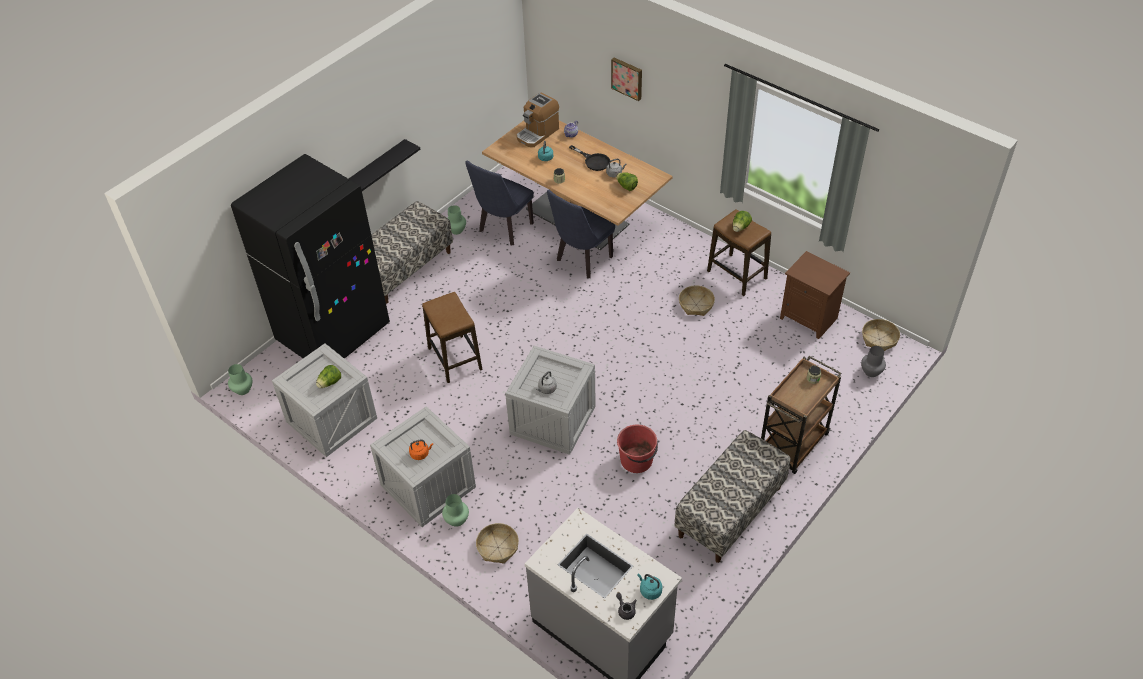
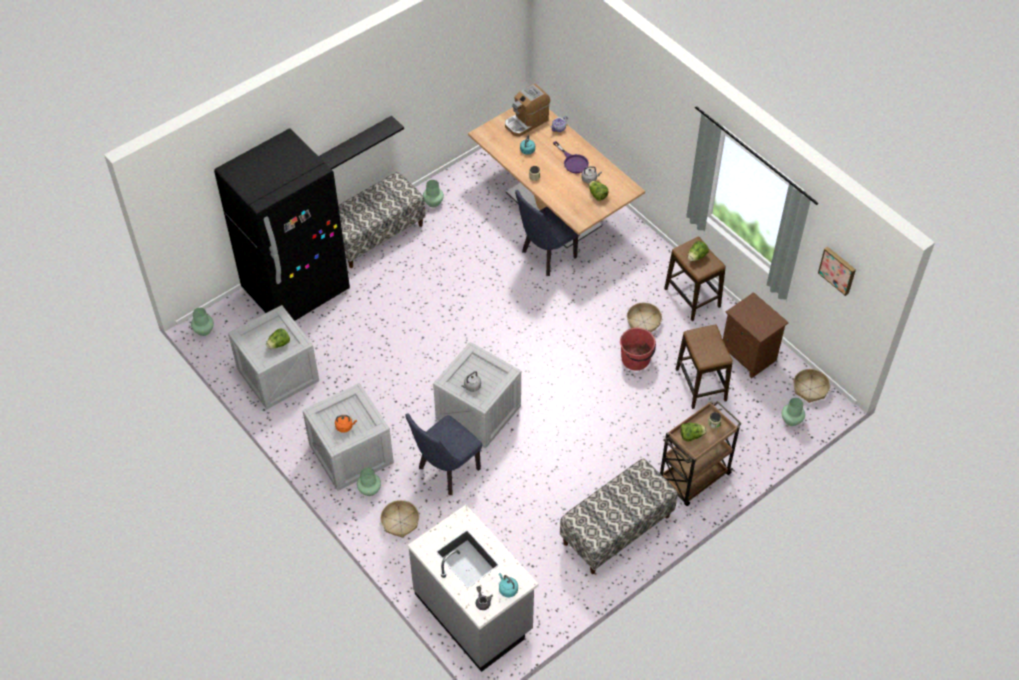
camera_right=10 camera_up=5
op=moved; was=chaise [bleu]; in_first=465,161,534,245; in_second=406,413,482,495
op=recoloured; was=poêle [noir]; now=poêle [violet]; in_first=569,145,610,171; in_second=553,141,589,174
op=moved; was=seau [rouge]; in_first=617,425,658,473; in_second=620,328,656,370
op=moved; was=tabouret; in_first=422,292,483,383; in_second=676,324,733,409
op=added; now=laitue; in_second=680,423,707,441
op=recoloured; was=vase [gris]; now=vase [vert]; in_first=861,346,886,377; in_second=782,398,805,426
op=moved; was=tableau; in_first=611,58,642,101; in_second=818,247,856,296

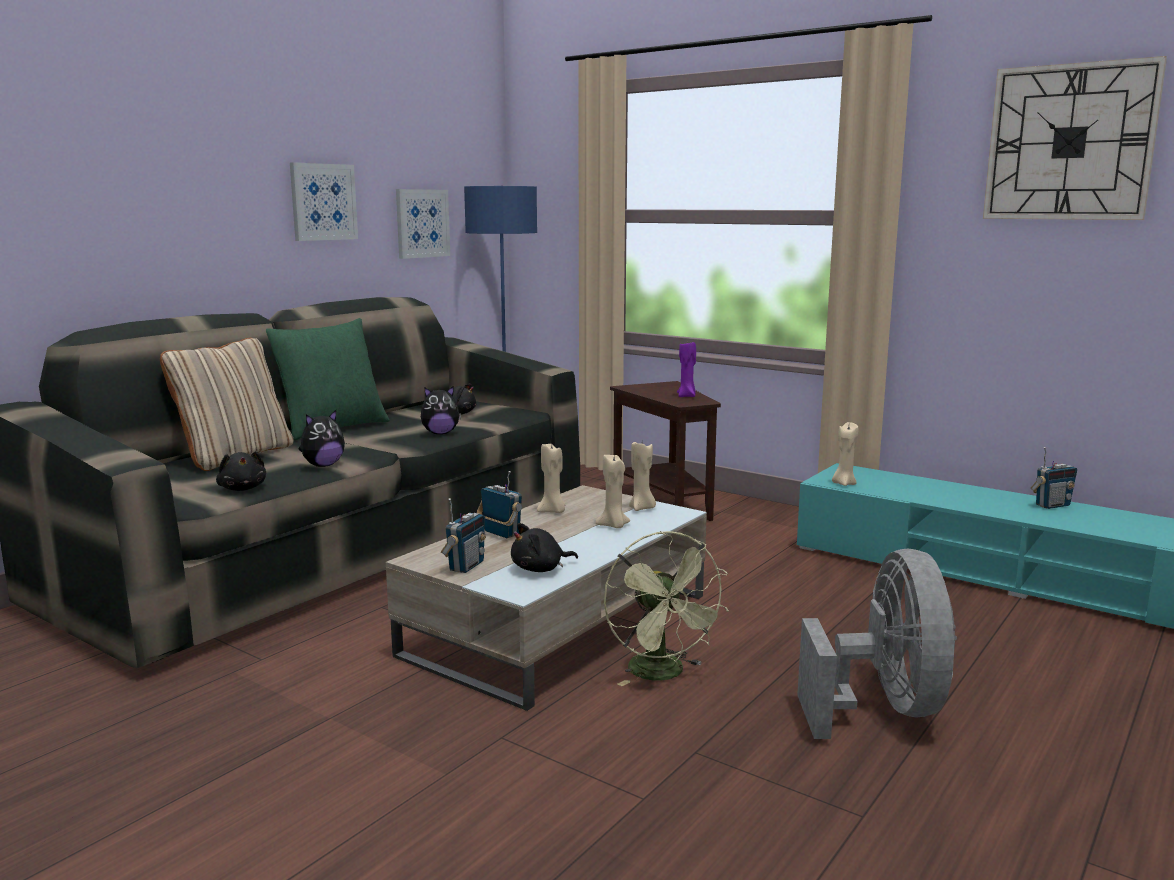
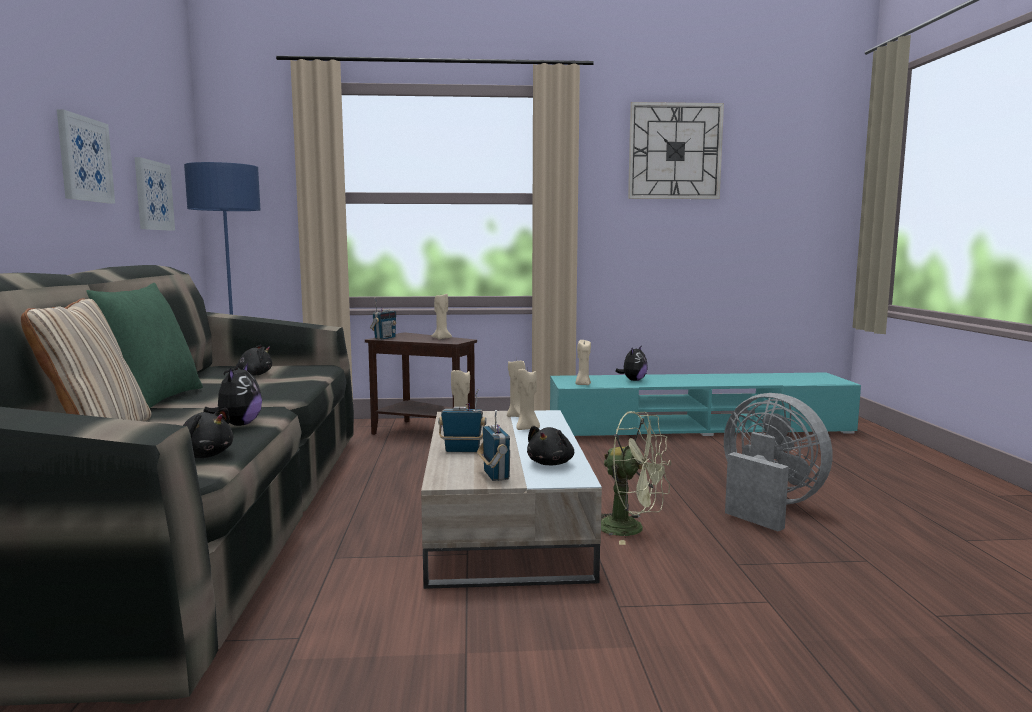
camera_right=-40 camera_up=-5
op=moved; was=radio; in_first=1031,447,1077,509; in_second=370,299,396,340
op=recoloured; was=bougie [violet]; now=bougie [beige]; in_first=677,342,696,397; in_second=431,294,452,339
op=moved; was=peluche; in_first=421,386,461,434; in_second=616,345,648,381

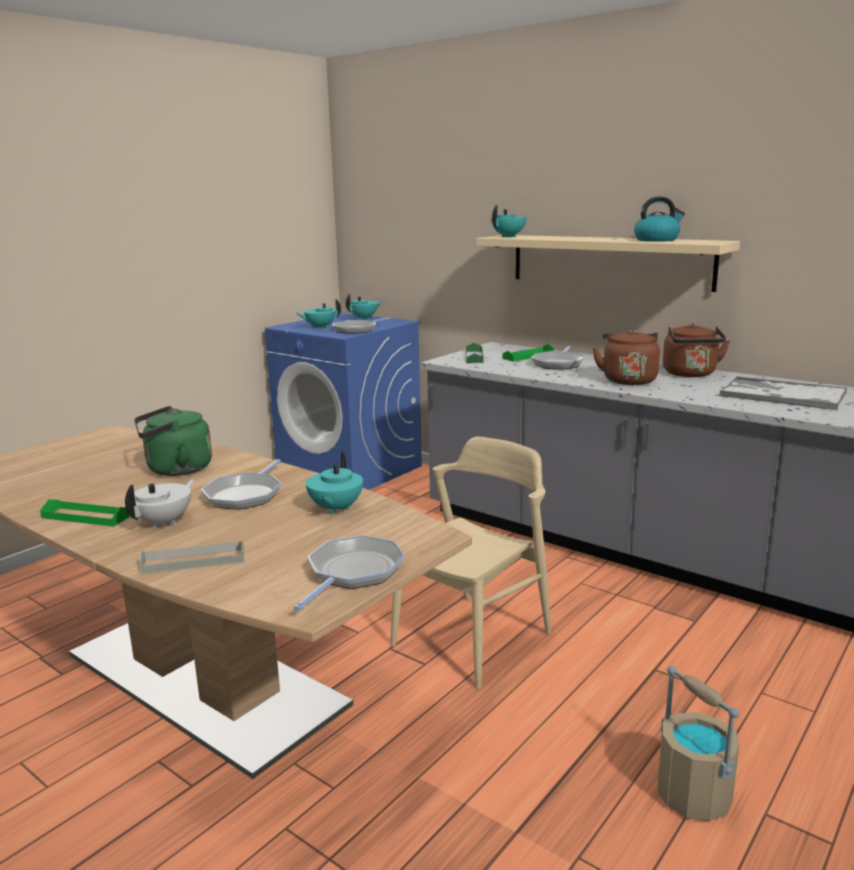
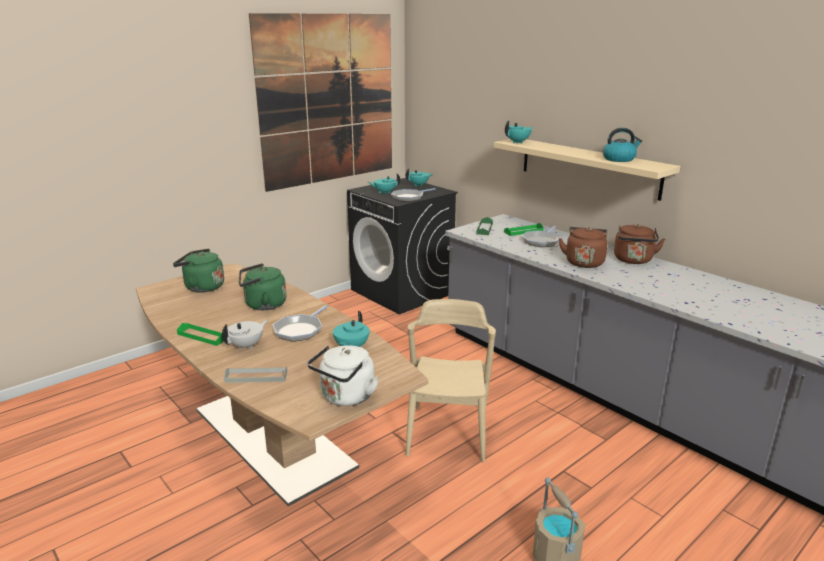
camera_right=10 camera_up=5
op=added; now=bouilloire [vert]; in_second=173,249,224,293
op=added; now=tableau; in_second=249,13,392,192
op=replaced; was=poêle; now=bouilloire [blanc]; in_first=294,535,405,611; in_second=307,345,379,406
op=recoloured; was=lave-linge [bleu]; now=lave-linge [noir]; in_first=265,313,422,490; in_second=347,178,458,314
op=turned; was=chaise [beige]; in_first=390,436,551,689; in_second=406,299,496,462; clockwise=-45
op=removed; was=plateau; in_first=720,376,847,410

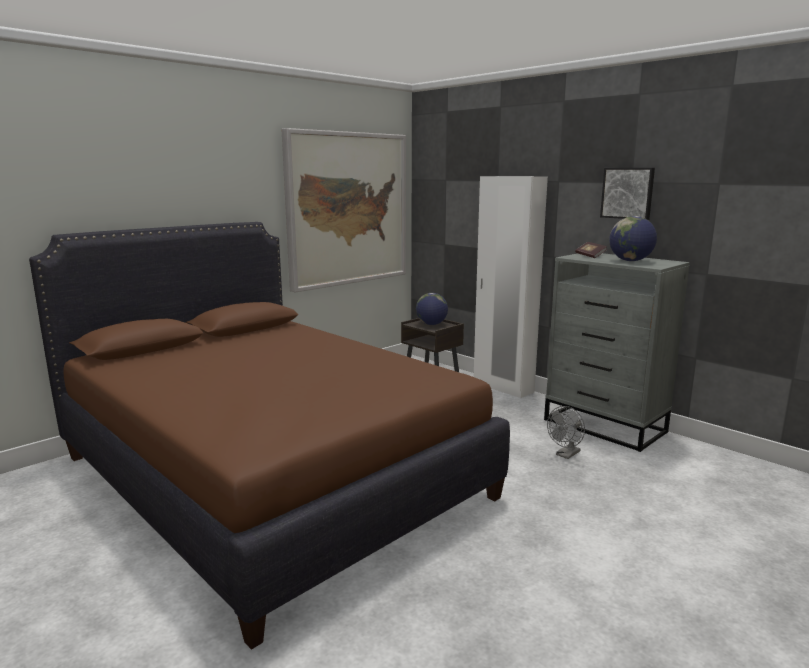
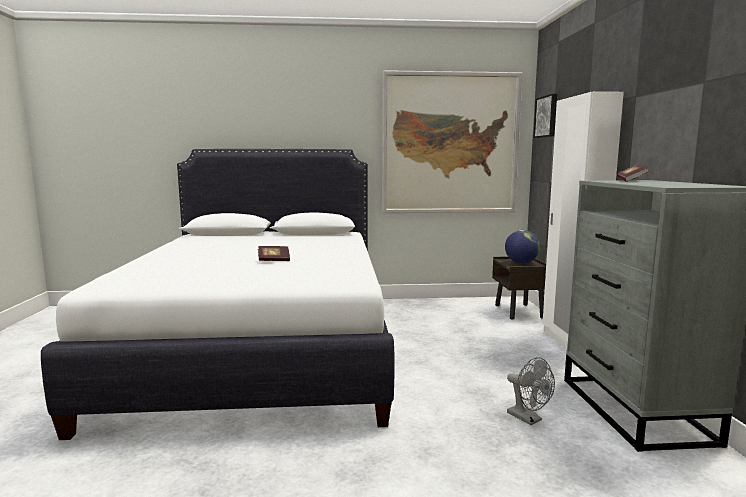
camera_right=40 camera_up=-5
op=recoloured; was=lit [marron]; now=lit [blanc]; in_first=29,222,510,650; in_second=41,149,395,440
op=added; now=livre; in_second=258,246,290,261
op=turned; was=ventilateur [gris]; in_first=547,406,585,459; in_second=507,357,555,425; clockwise=-120
op=moved; was=tableau; in_first=600,168,655,220; in_second=534,94,557,138
op=removed; was=globe; in_first=609,216,657,261

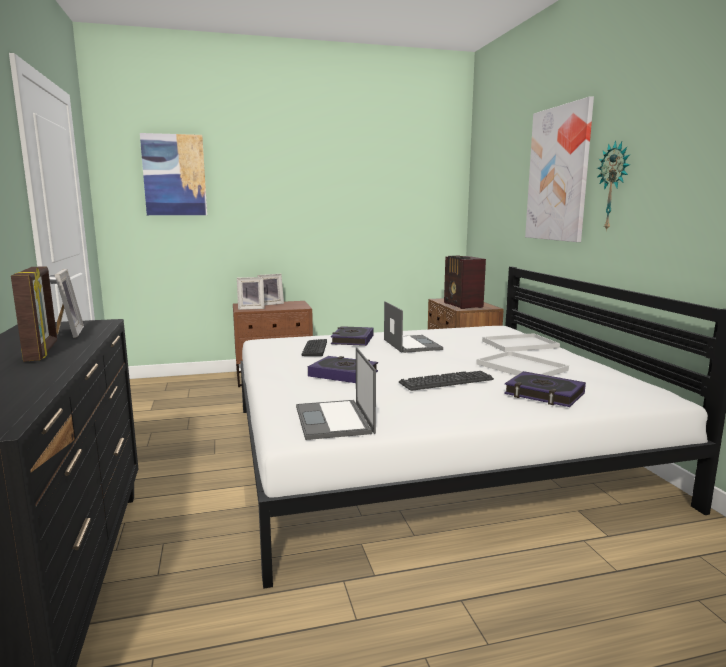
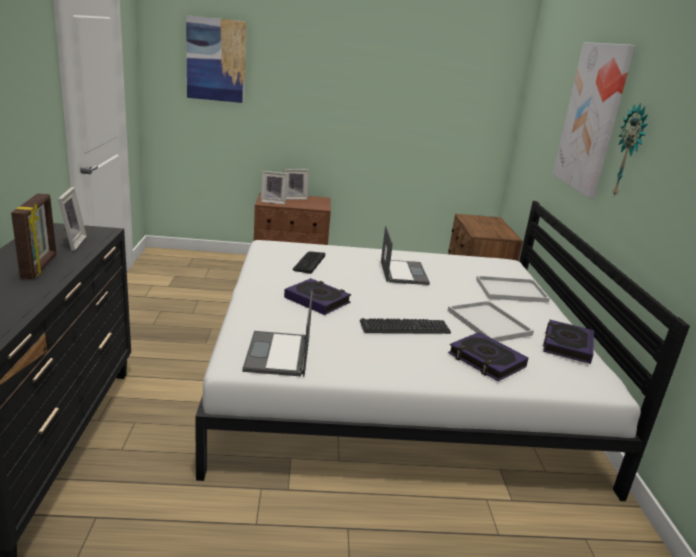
camera_right=10 camera_up=10
op=moved; was=livre; in_first=331,326,374,346; in_second=543,320,594,364
op=removed; was=radio; in_first=444,256,486,309

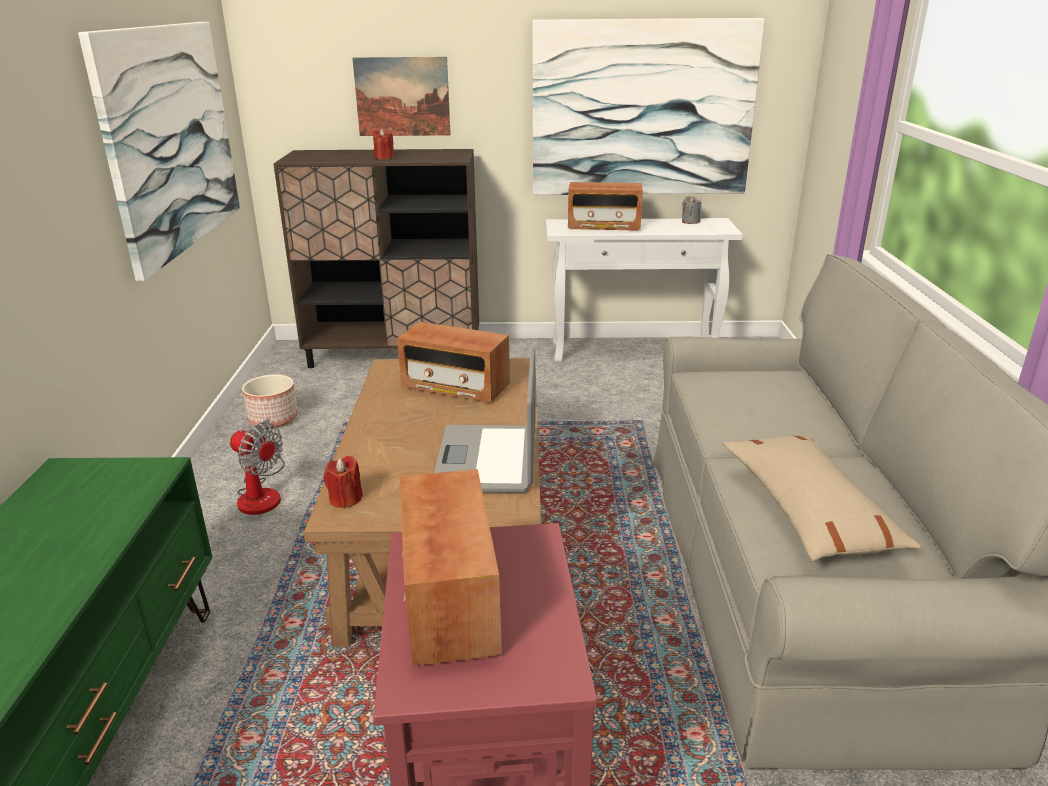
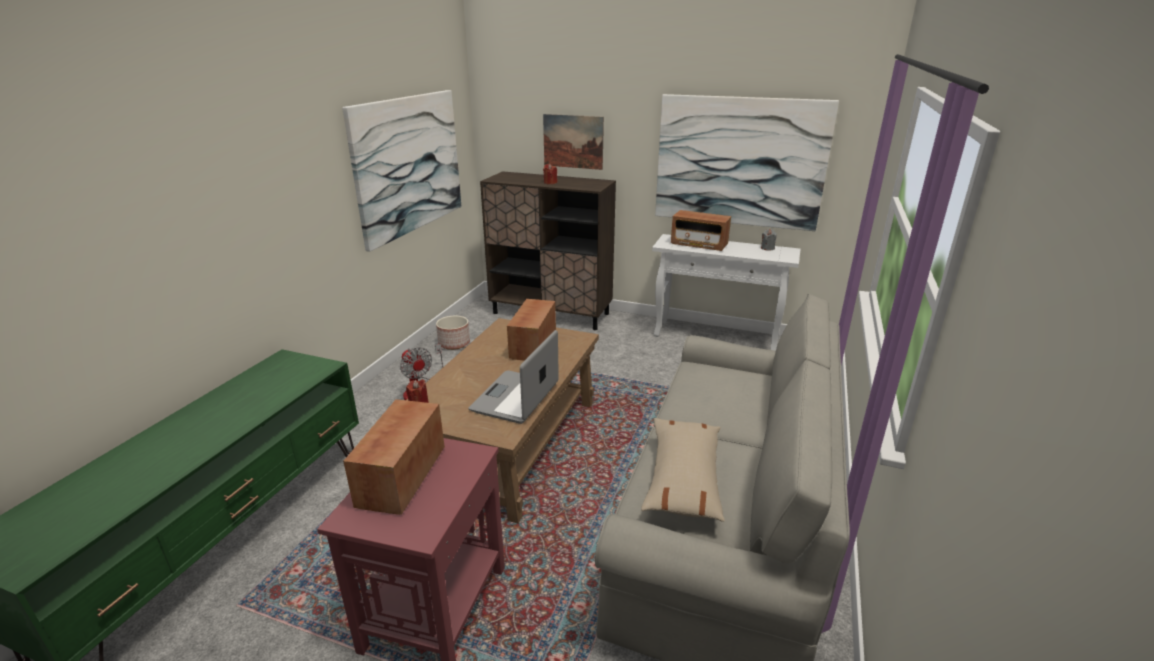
camera_right=20 camera_up=0
op=turned; was=radio; in_first=397,322,510,403; in_second=507,299,556,361; clockwise=60

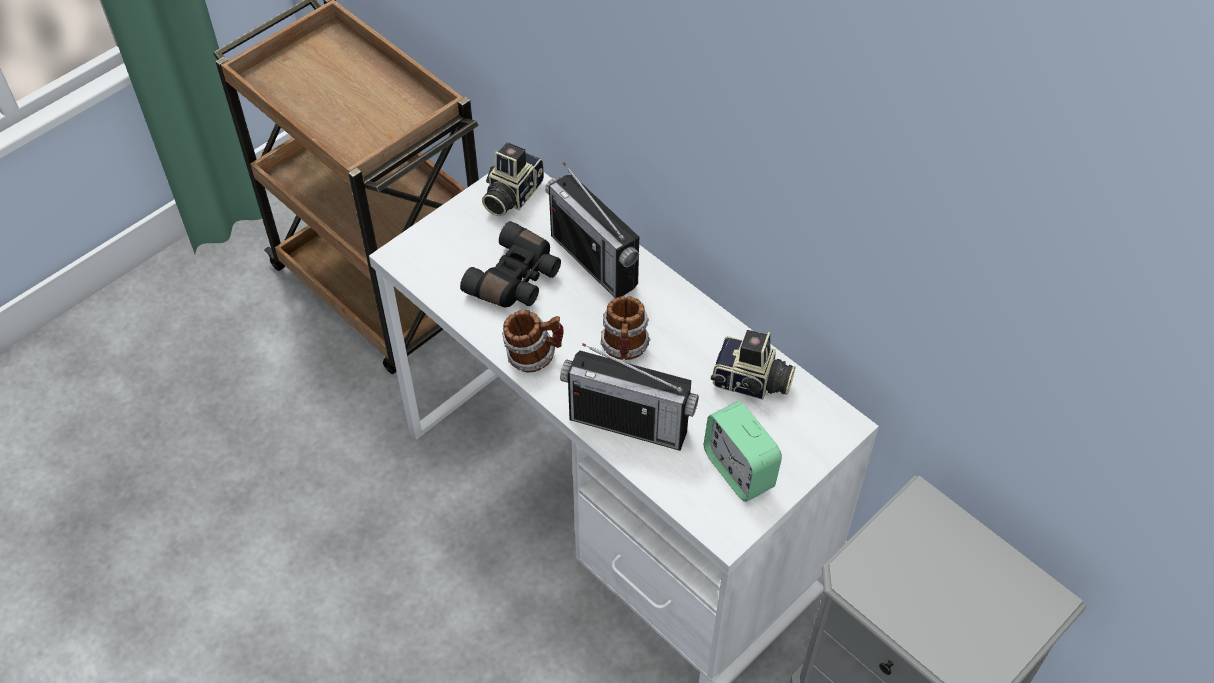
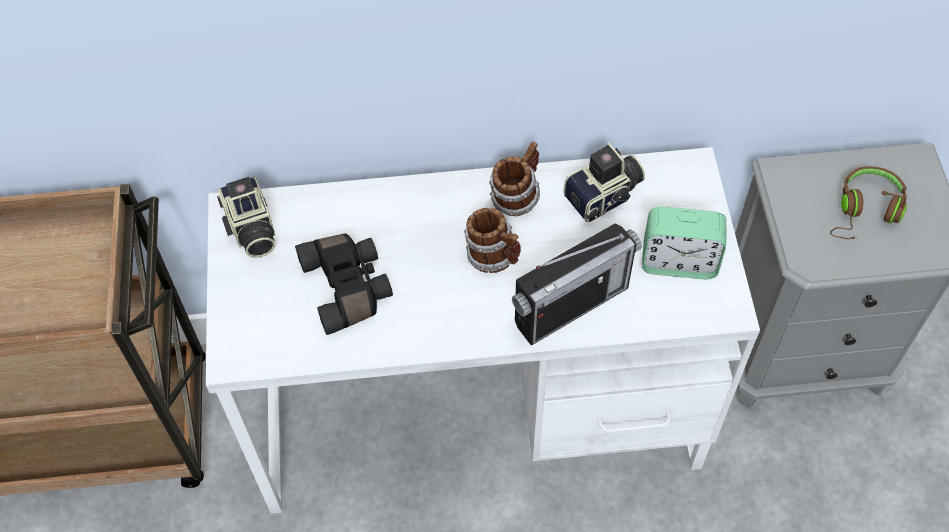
camera_right=-50 camera_up=5
op=moved; was=mug; in_first=502,310,563,373; in_second=489,141,540,216
op=added; now=casque audio [marron]; in_second=830,166,907,239
op=removed; was=radio; in_first=545,162,639,298

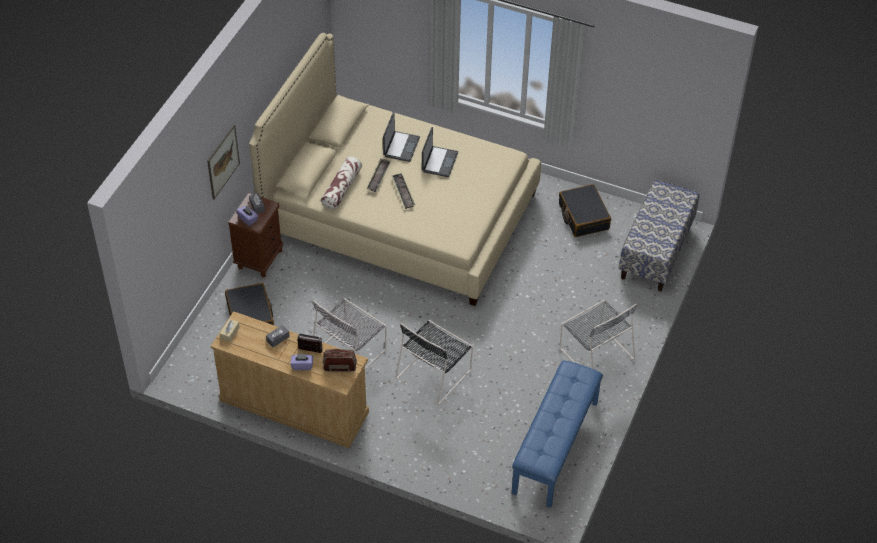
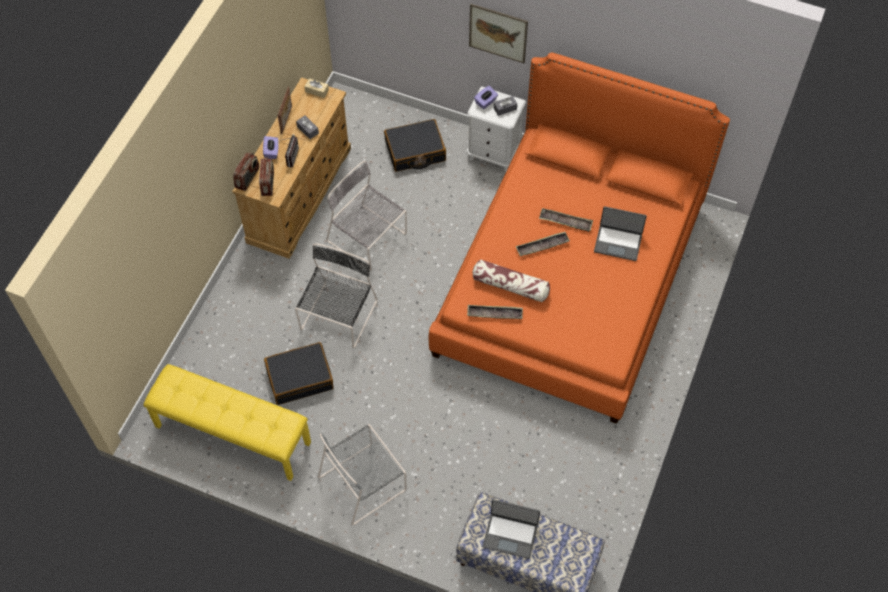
camera_right=90 camera_up=10
op=recoloured; was=banc [bleu]; now=banc [jaune]; in_first=512,360,603,508; in_second=143,364,311,481
op=added; now=radio; in_second=233,152,259,191
op=moved; was=valise [noir]; in_first=559,184,611,237; in_second=264,342,334,405
op=added; now=cadre photo; in_second=278,87,292,135
op=turned; was=chaise [noir]; in_first=395,320,473,405; in_second=295,243,378,348; clockwise=75
op=recoloured; was=lit [beige]; now=lit [orange]; in_first=249,33,541,306; in_second=429,52,730,424
op=recoloured; was=table de chevet [marron]; now=table de chevet [blanc]; in_first=228,193,283,278; in_second=466,87,526,172
op=added; now=plateau; in_second=467,305,523,319
op=moved; was=coussin; in_first=321,157,362,209; in_second=473,259,550,302
op=moved; was=ordinateur portable; in_first=422,127,458,177; in_second=483,499,540,559

